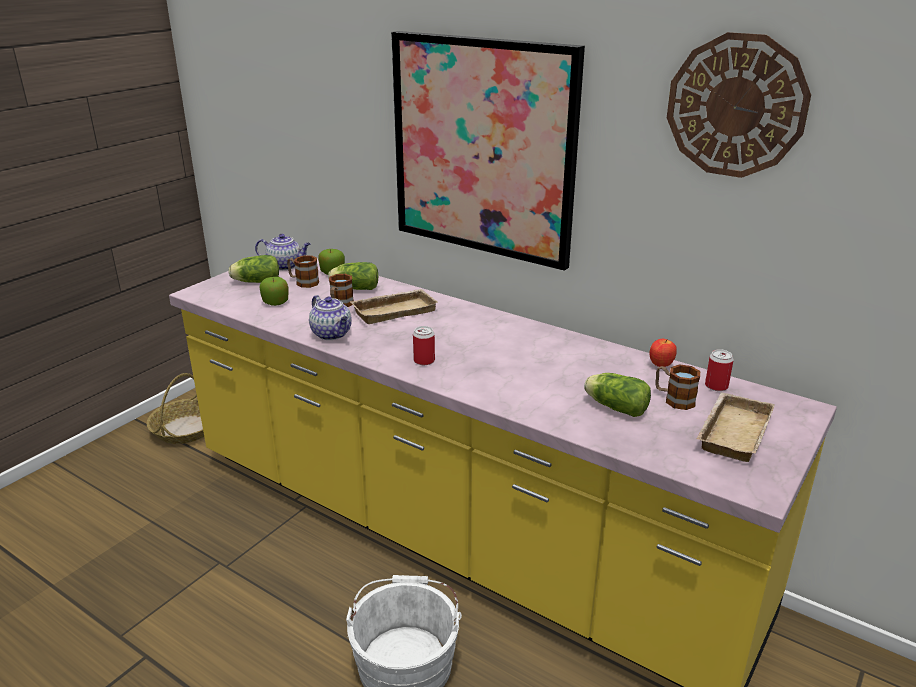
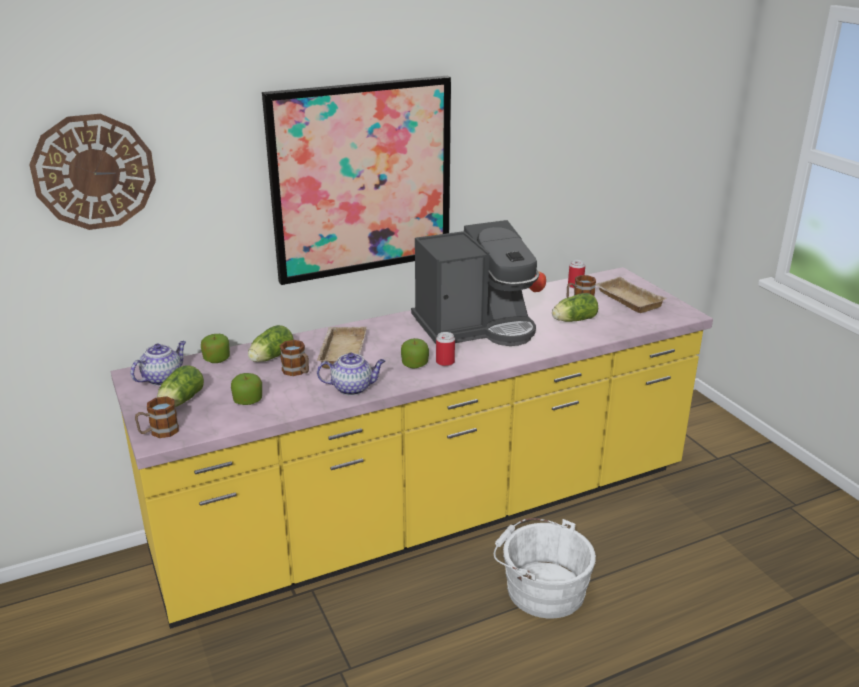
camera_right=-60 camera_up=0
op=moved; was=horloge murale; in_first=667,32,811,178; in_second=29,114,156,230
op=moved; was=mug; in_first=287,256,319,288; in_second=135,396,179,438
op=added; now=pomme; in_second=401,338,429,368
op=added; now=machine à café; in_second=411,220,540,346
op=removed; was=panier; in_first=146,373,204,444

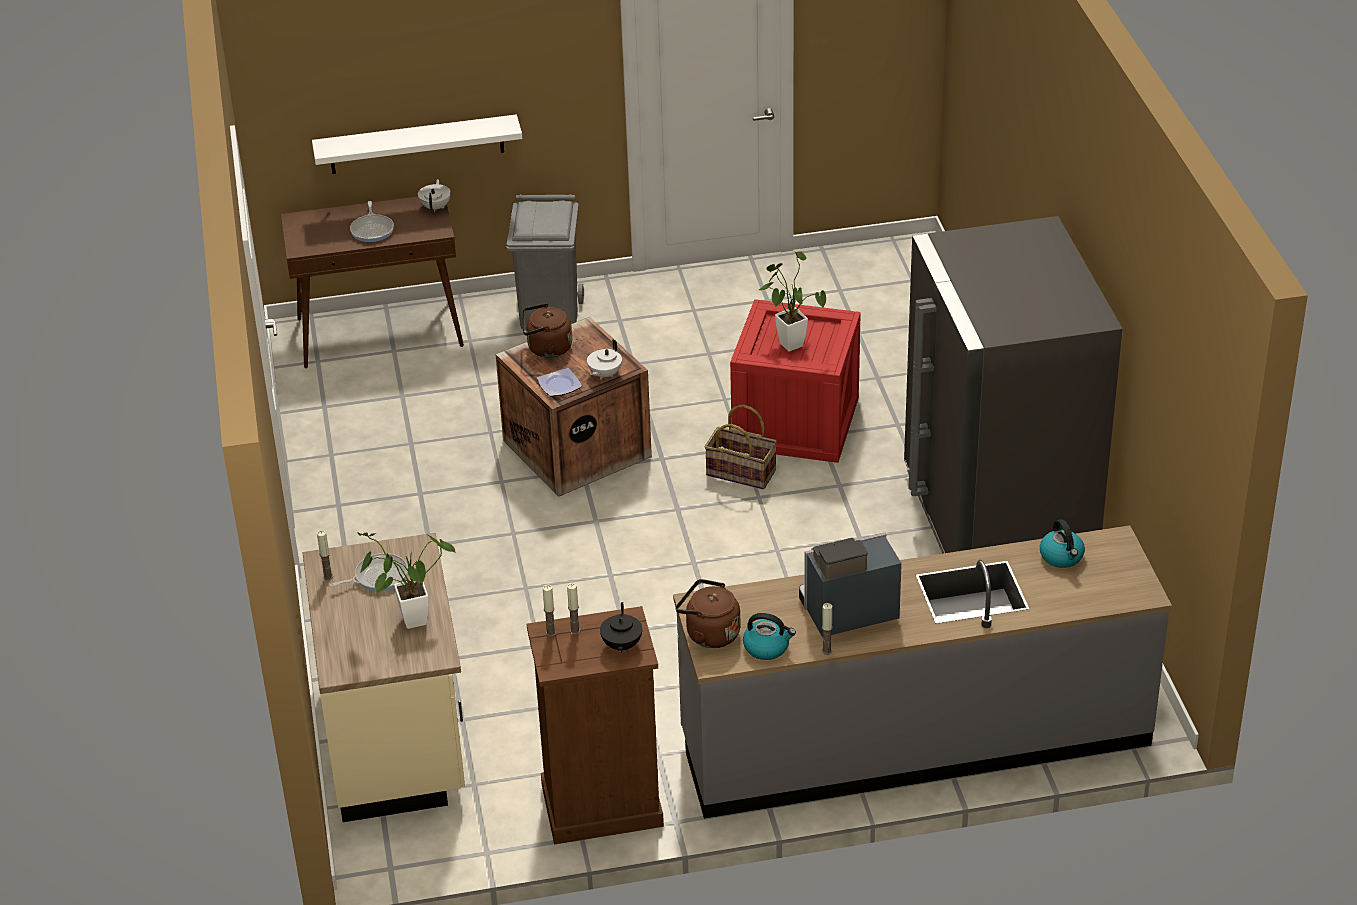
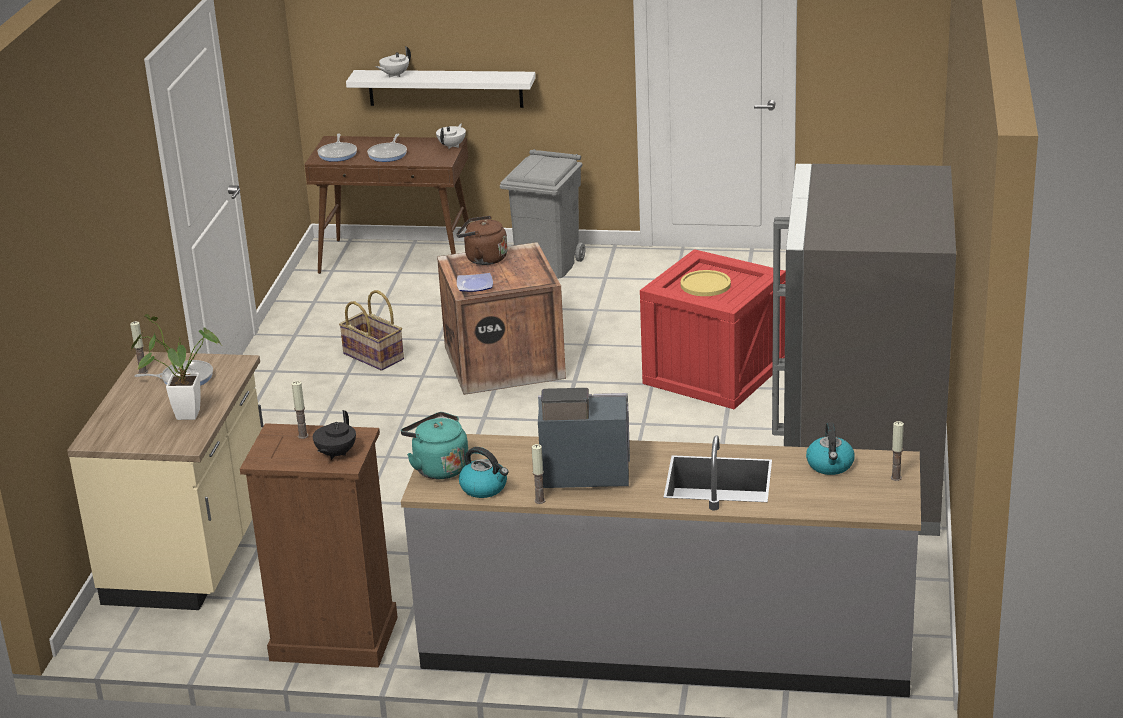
camera_right=20 camera_up=-10
op=added; now=poêle; in_second=317,133,357,162
op=moved; was=panier; in_first=704,405,777,489; in_second=339,290,404,371
op=moved; was=théière [blanc]; in_first=587,339,622,380; in_second=376,46,411,78
op=recoloured; was=bouilloire [marron]; now=bouilloire [turquoise]; in_first=675,579,740,648; in_second=401,412,468,479
op=replaced; was=plante en pot; now=assiette [jaune]; in_first=759,251,826,352; in_second=681,270,731,296
op=moved; was=bougie; in_first=543,584,556,637; in_second=891,421,904,481

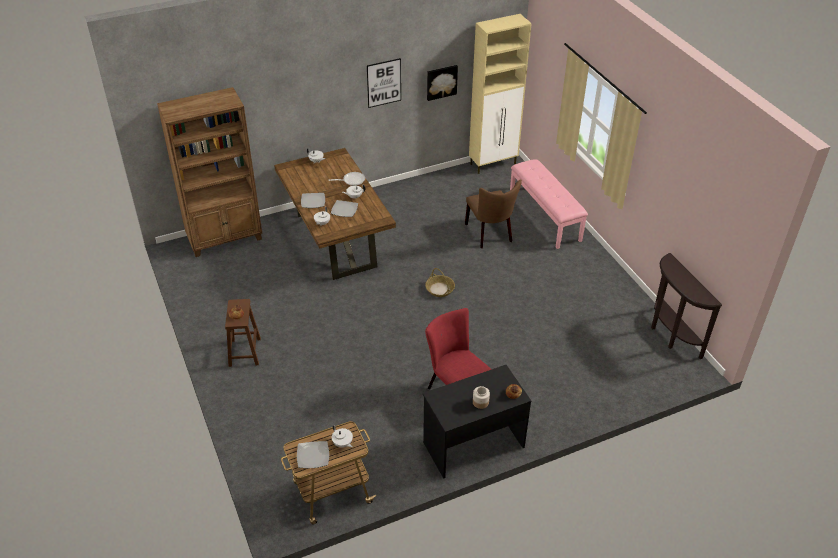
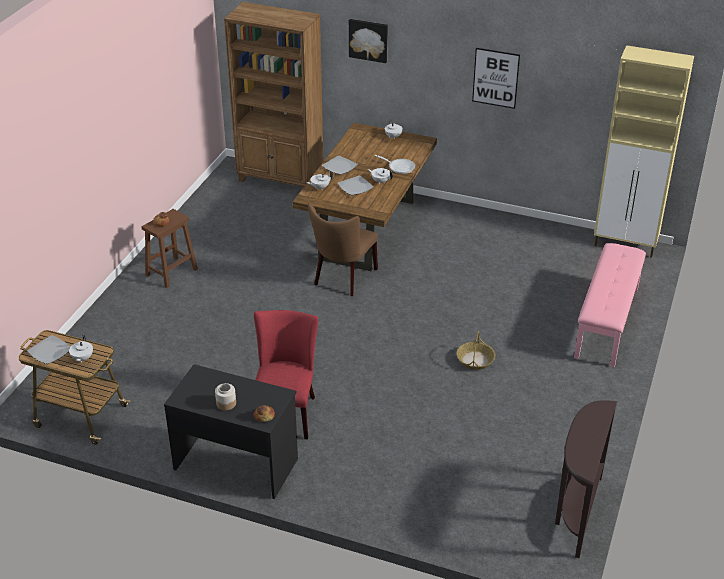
camera_right=45 camera_up=-5
op=moved; was=chaise [marron]; in_first=465,179,522,248; in_second=308,203,378,296
op=moved; was=tableau; in_first=427,65,458,101; in_second=349,19,388,63
op=moved; was=panier; in_first=425,268,455,297; in_second=456,331,495,370

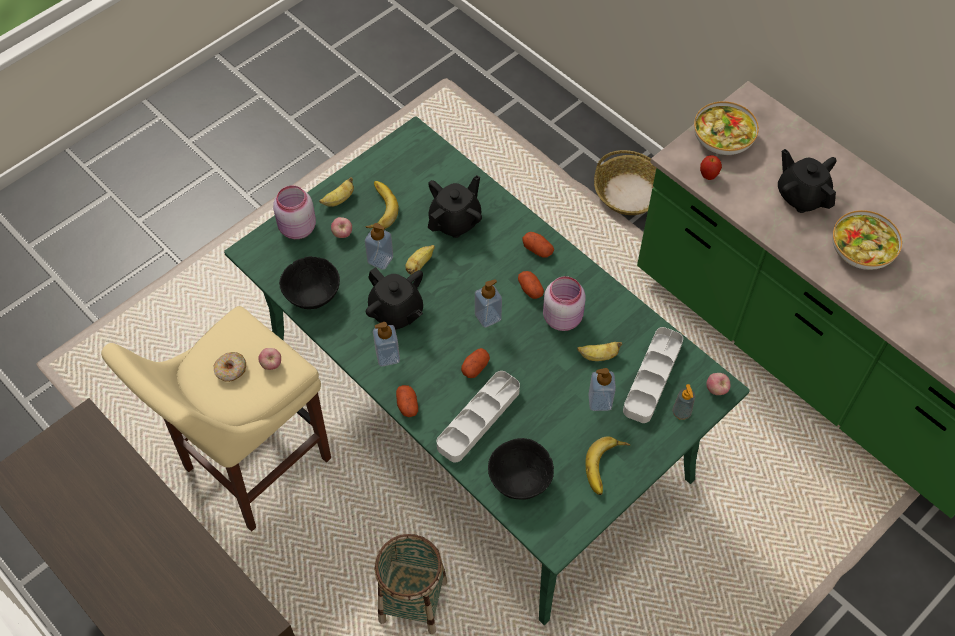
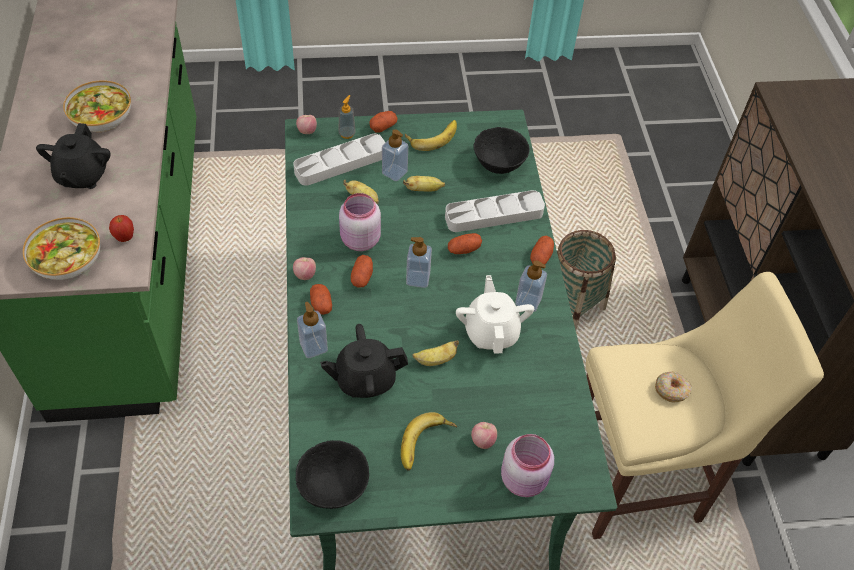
camera_right=-145 camera_up=-5
op=moved; was=pomme; in_first=258,348,281,370; in_second=293,257,316,280
op=moved; was=bol [noir]; in_first=279,256,340,309; in_second=296,440,369,509
op=moved; was=distributeur de savon; in_first=365,223,393,270; in_second=297,302,328,358
op=added; now=pomme de terre; in_second=369,111,398,133
op=moved; was=banane; in_first=319,177,354,207; in_second=403,176,445,191
op=recoloured; was=théière [noir]; now=théière [blanc]; in_first=366,267,423,330; in_second=456,275,534,353
op=removed; was=panier; in_first=594,150,656,215

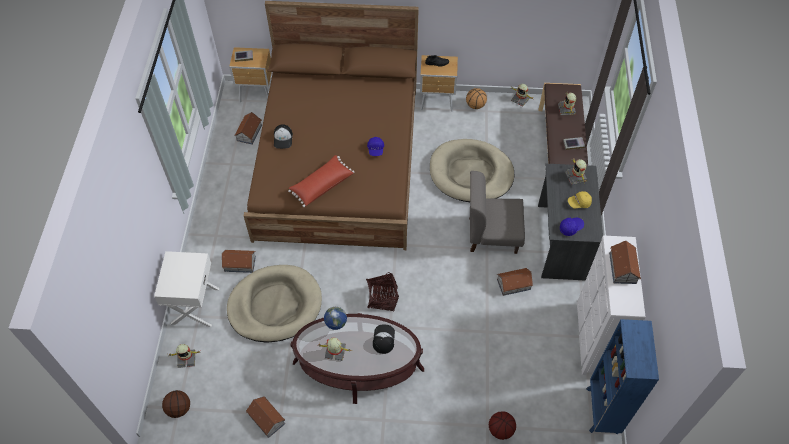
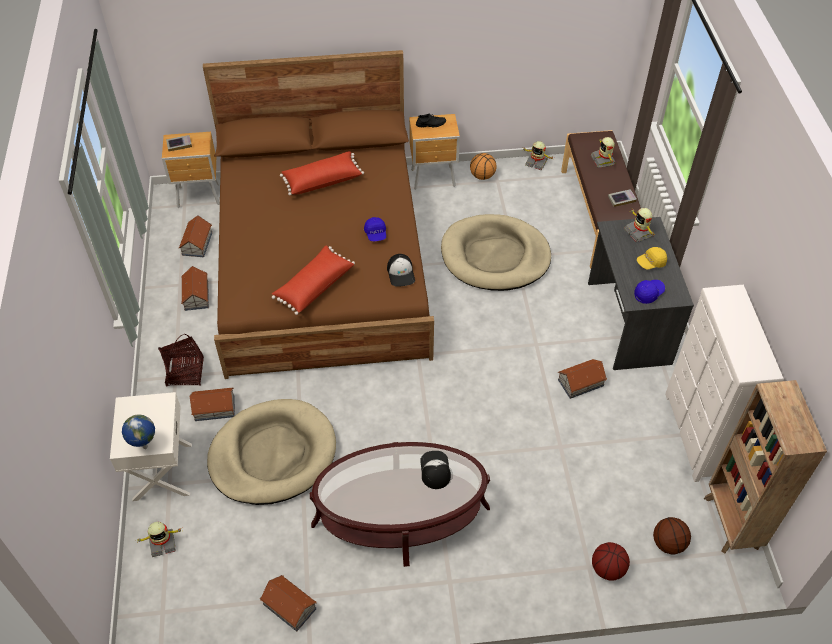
camera_right=-10 camera_up=-5
op=moved; was=globe; in_first=324,307,347,330; in_second=122,414,155,449
op=moved; was=panier; in_first=366,272,399,312; in_second=158,334,204,386
op=moved; was=maison miniature; in_first=609,241,641,284; in_second=181,266,209,311
op=added; now=coussin [rouge]; in_second=280,151,364,196
op=moved; was=casquette; in_first=274,124,293,149; in_second=387,254,415,287
op=moved; was=ballon de basket; in_first=162,390,190,418; in_second=653,517,691,555
op=recoloured; was=bibliothèque [bleu]; now=bibliothèque [marron]; in_first=586,319,659,434; in_second=704,380,827,554
op=removed; was=robot jouet; in_first=318,338,351,361
op=removed; was=chaise [gris]; in_first=469,171,525,254

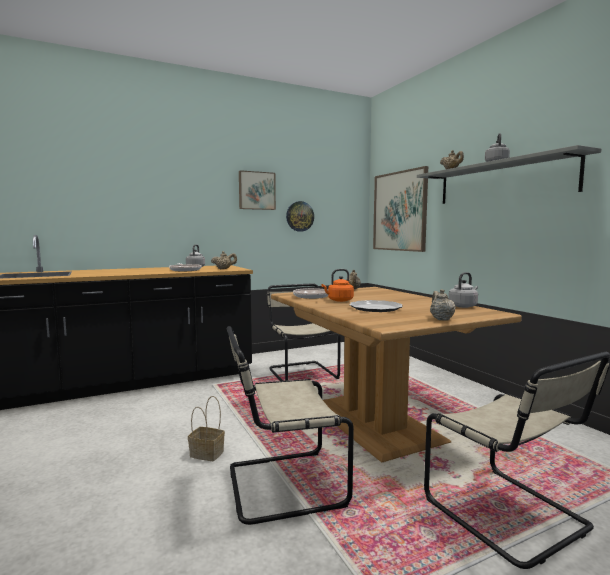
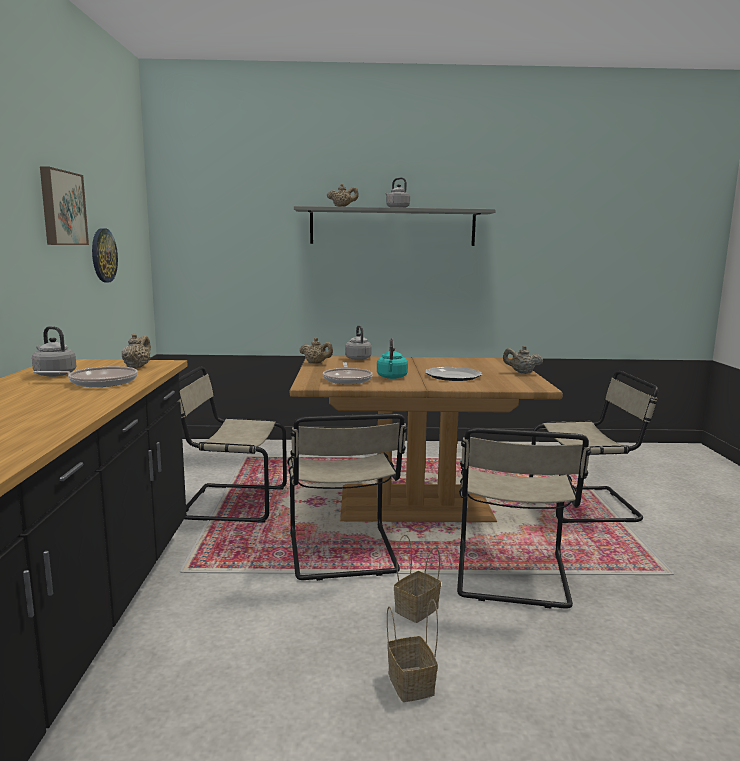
camera_right=-65 camera_up=5
op=added; now=chaise [beige]; in_second=287,414,407,581
op=moved; was=bouilloire [gris]; in_first=448,272,478,308; in_second=345,325,372,360
op=recoloured; was=bouilloire [orange]; now=bouilloire [turquoise]; in_first=321,269,354,302; in_second=377,338,408,379
op=added; now=panier; in_second=387,599,438,702
op=removed; was=tableau; in_first=373,166,428,252

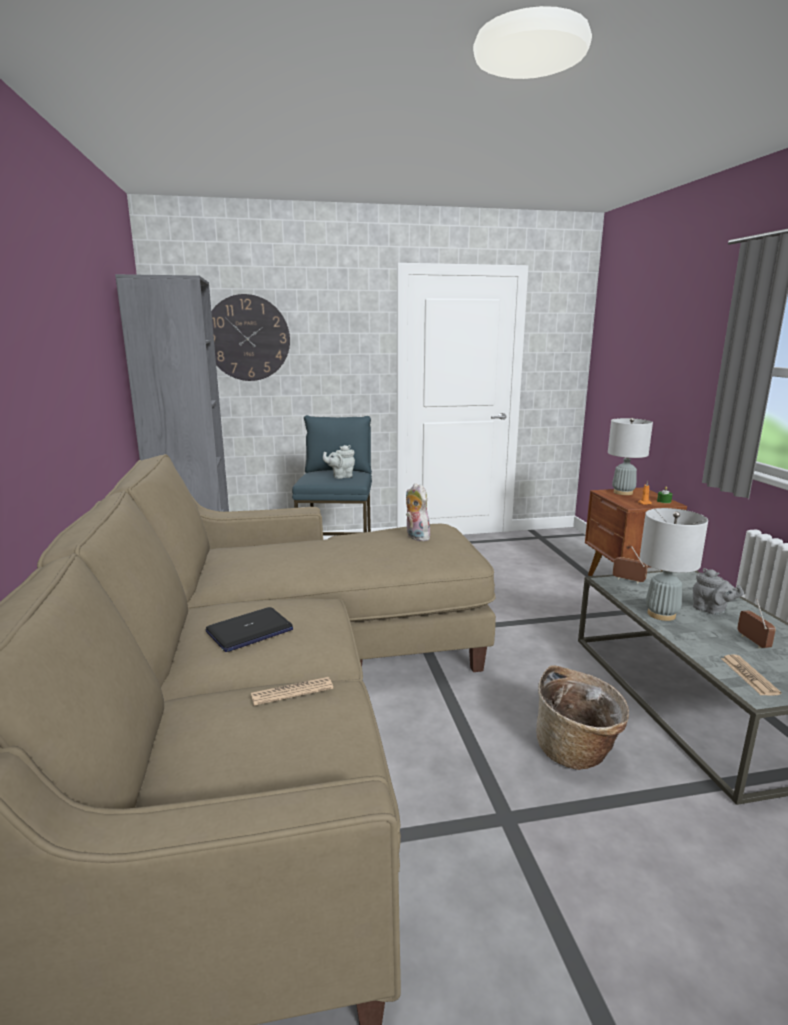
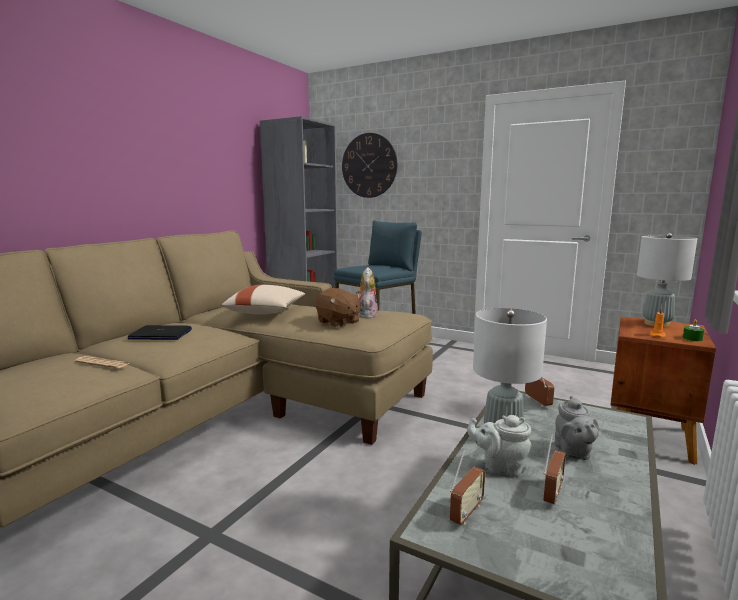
camera_right=40 camera_up=-5
op=added; now=coussin [beige]; in_second=222,285,305,314
op=added; now=peluche [marron]; in_second=315,288,362,327
op=replaced; was=journal; now=radio; in_first=721,654,781,696; in_second=450,449,485,525
op=moved; was=théière [gris]; in_first=323,445,355,479; in_second=467,415,532,477
op=removed; was=panier; in_first=536,665,629,770

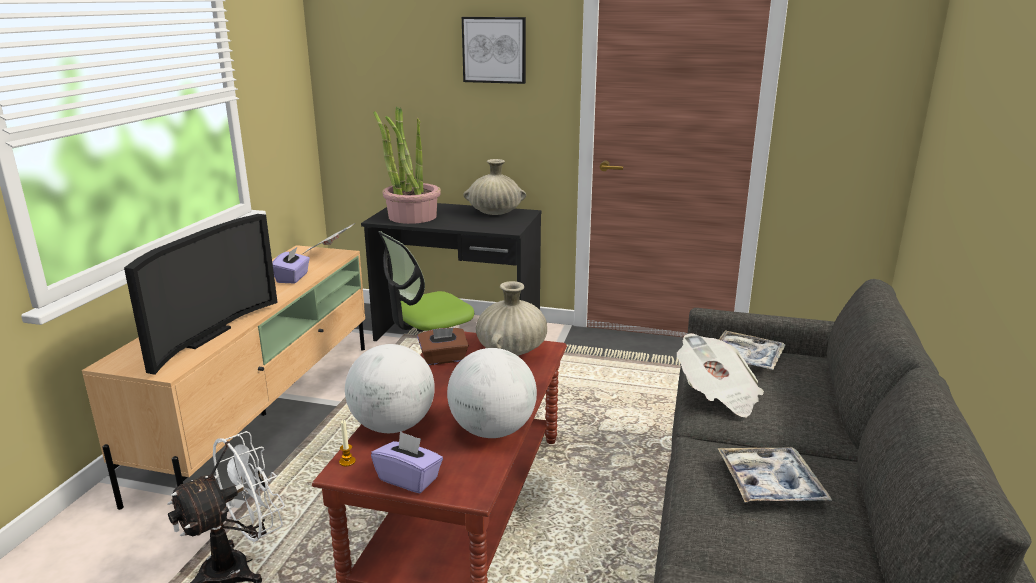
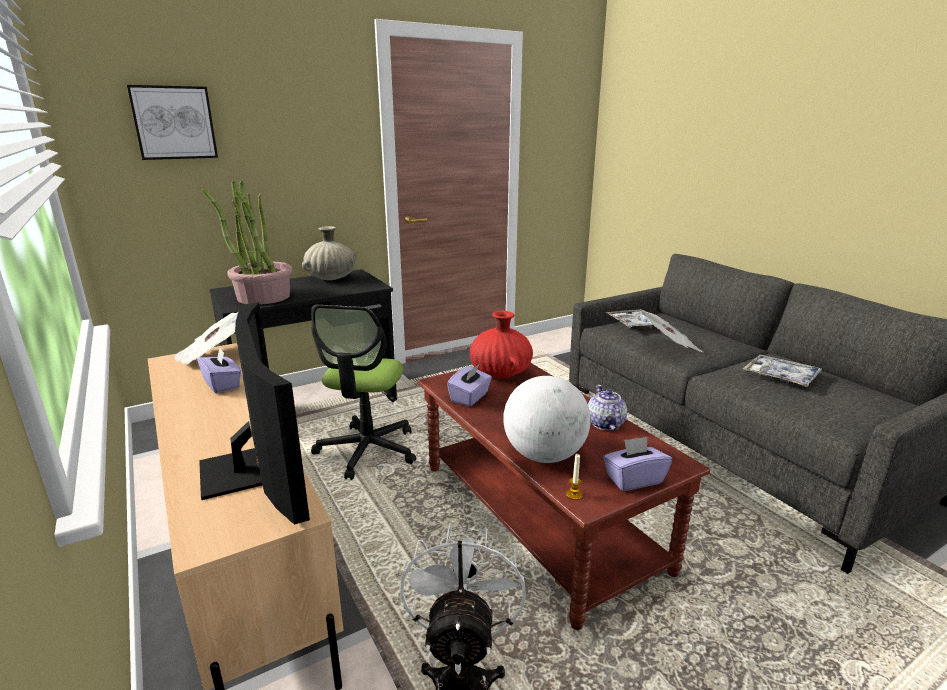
camera_right=-45 camera_up=0
op=moved; was=tableau; in_first=462,17,526,84; in_second=127,85,218,160
op=recoloured; was=boîte à mouchoirs [marron]; now=boîte à mouchoirs [violet]; in_first=417,328,469,365; in_second=447,365,492,406
op=recoloured; was=vase [beige]; now=vase [rouge]; in_first=476,281,547,356; in_second=470,311,533,378
op=replaced; was=globe; now=théière; in_first=447,348,537,438; in_second=588,385,627,431

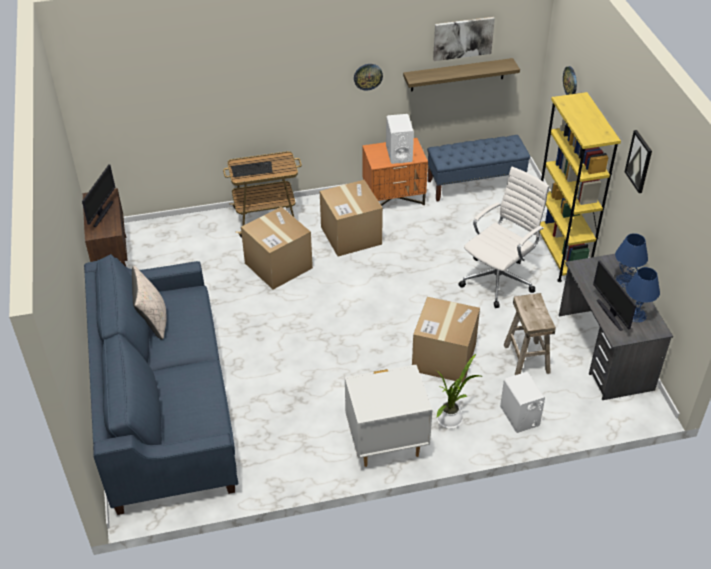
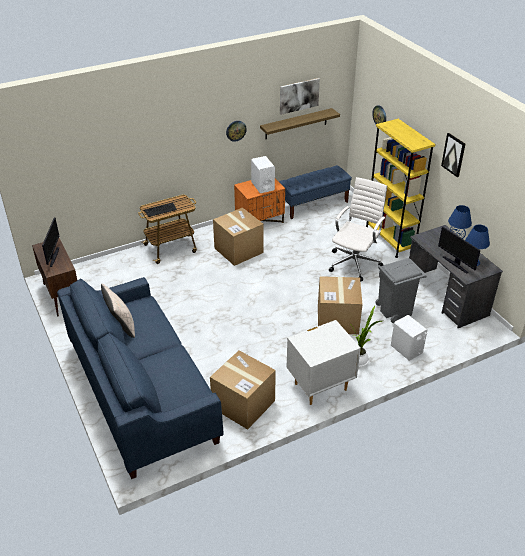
camera_right=-15 camera_up=-5
op=moved; was=carton; in_first=241,207,313,290; in_second=210,350,276,430
op=replaced; was=tabouret [beige]; now=poubelle [gris]; in_first=504,293,556,375; in_second=375,258,427,323

